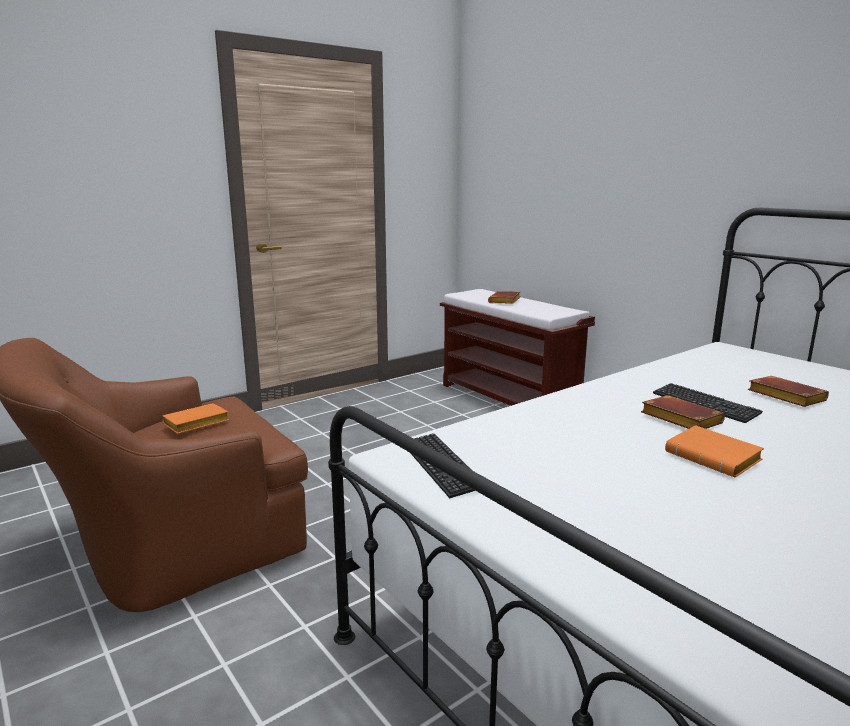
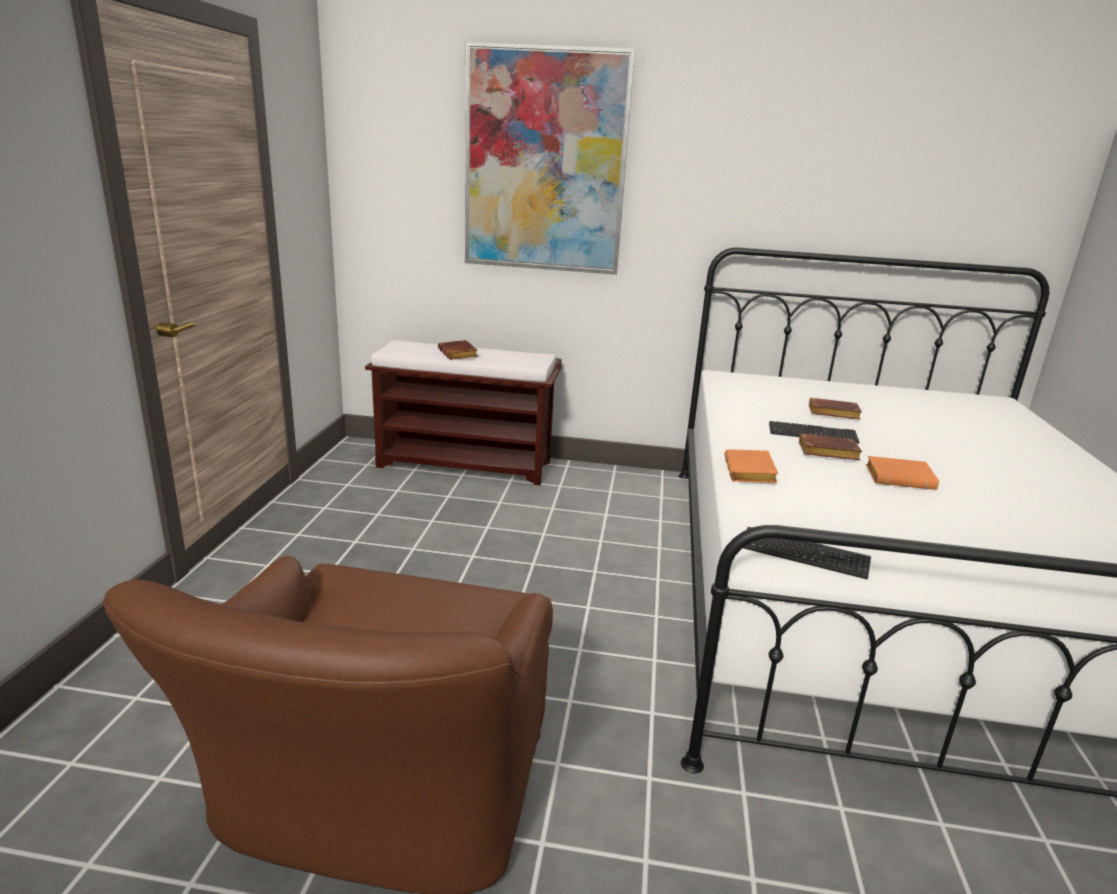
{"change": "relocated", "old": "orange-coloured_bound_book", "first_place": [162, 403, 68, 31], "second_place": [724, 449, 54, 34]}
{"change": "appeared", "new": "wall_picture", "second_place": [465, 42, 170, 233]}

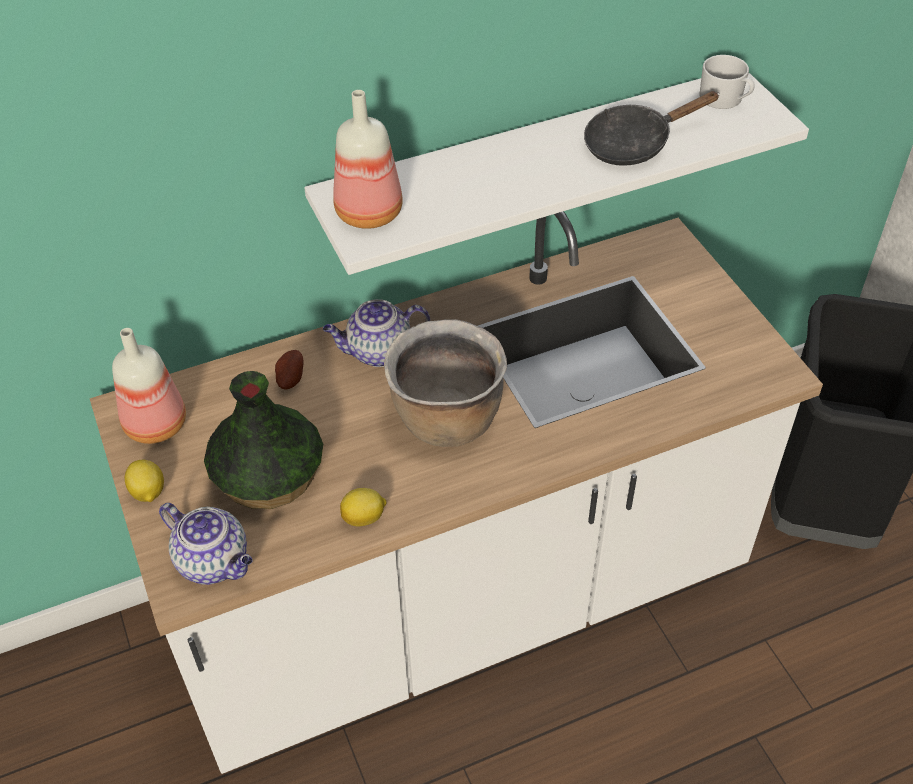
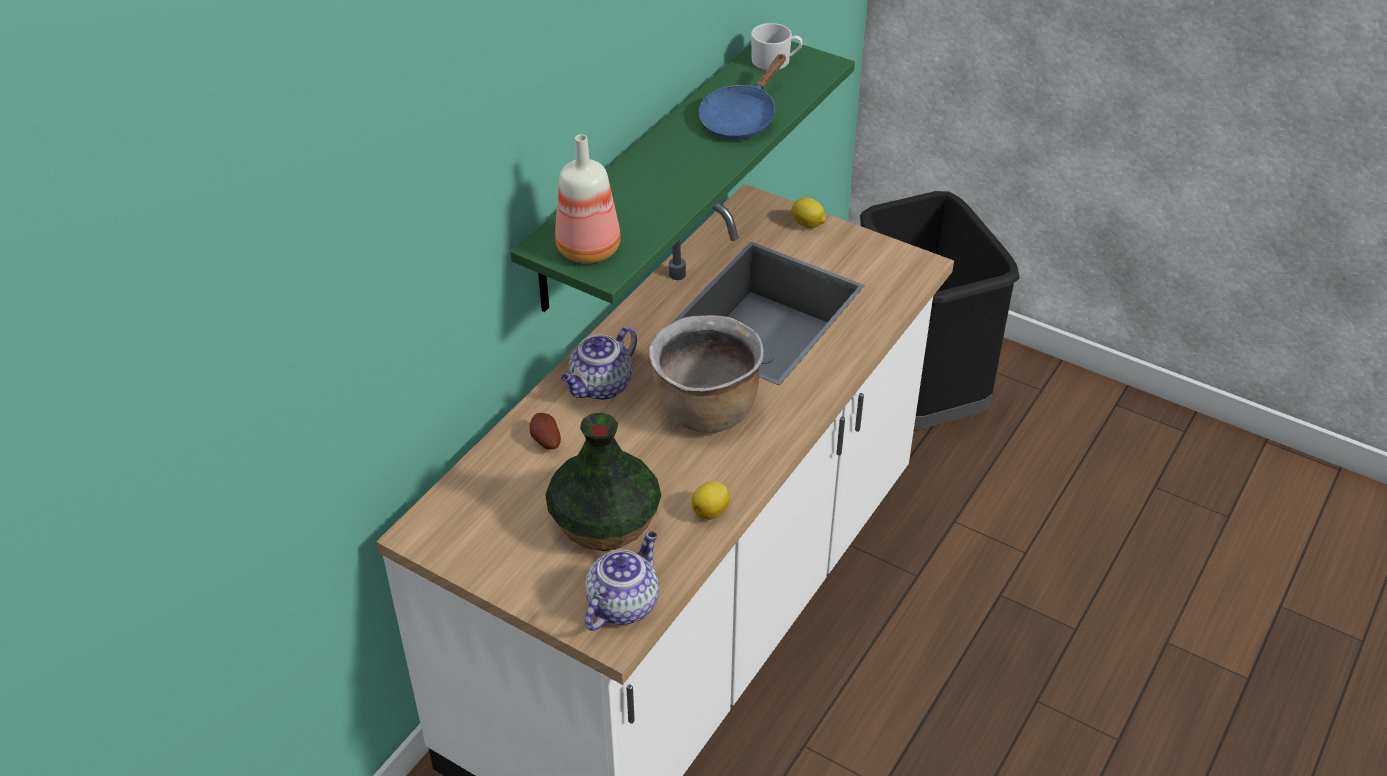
{"change": "colour", "old": "white-coloured_wall_shelf", "new": "greenish_wall_shelf", "first_place": [304, 73, 505, 202], "second_place": [511, 41, 344, 271]}
{"change": "colour", "old": "blackish_pan", "new": "blue-coloured_pan", "first_place": [584, 91, 136, 75], "second_place": [699, 54, 87, 86]}
{"change": "missing", "old": "beverage_bottle", "first_place": [112, 328, 74, 116]}
{"change": "relocated", "old": "whole_lemon", "first_place": [125, 460, 39, 42], "second_place": [791, 197, 35, 31]}
{"change": "spun", "old": "pot_for_tea", "first_place": [159, 503, 94, 82], "second_place": [585, 531, 74, 100], "degrees": -60}

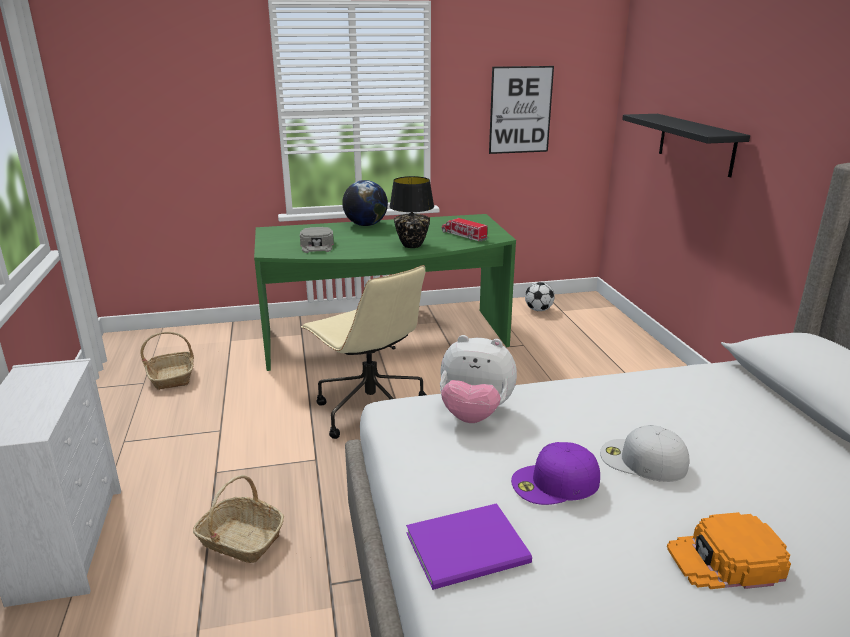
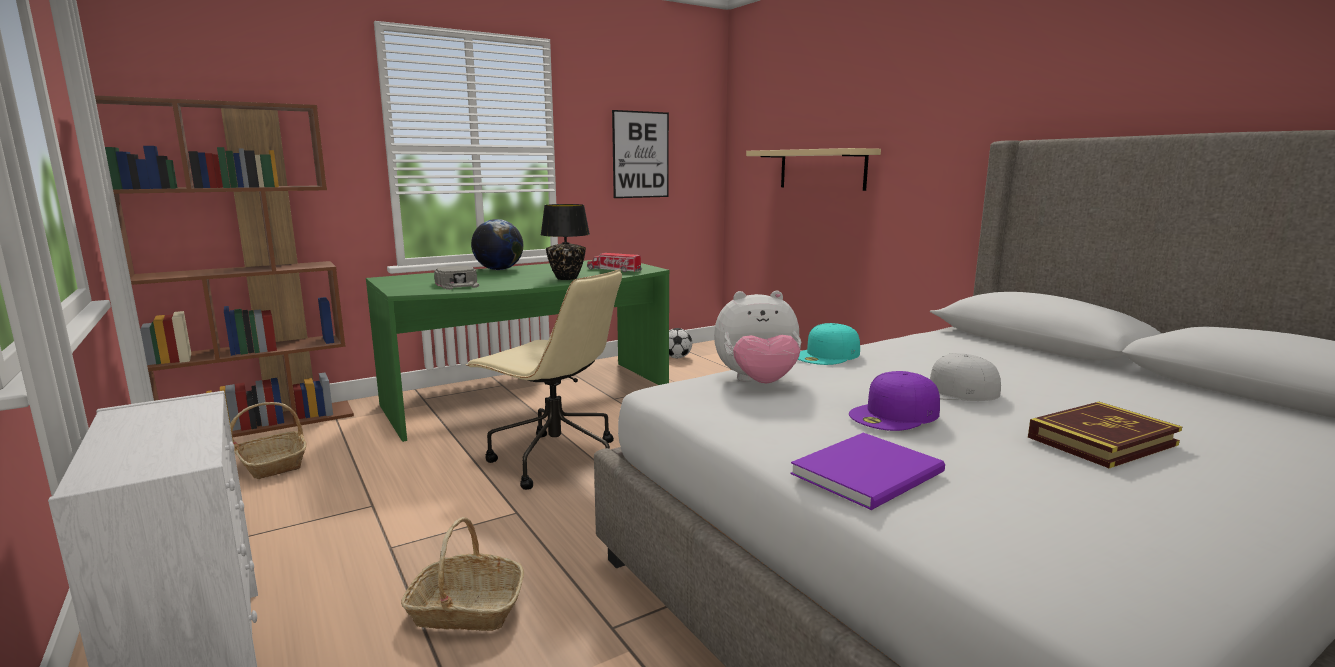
{"change": "colour", "old": "blackish_wall_shelf", "new": "beige_wall_shelf", "first_place": [622, 114, 128, 63], "second_place": [746, 148, 135, 43]}
{"change": "exchanged", "old": "orange-coloured_peaked_cap", "new": "bound_book", "first_place": [667, 512, 124, 77], "second_place": [1028, 402, 154, 66]}
{"change": "appeared", "new": "brownish_bookshelf", "second_place": [95, 95, 259, 342]}
{"change": "appeared", "new": "turquoise-coloured_peaked_cap", "second_place": [798, 323, 62, 42]}

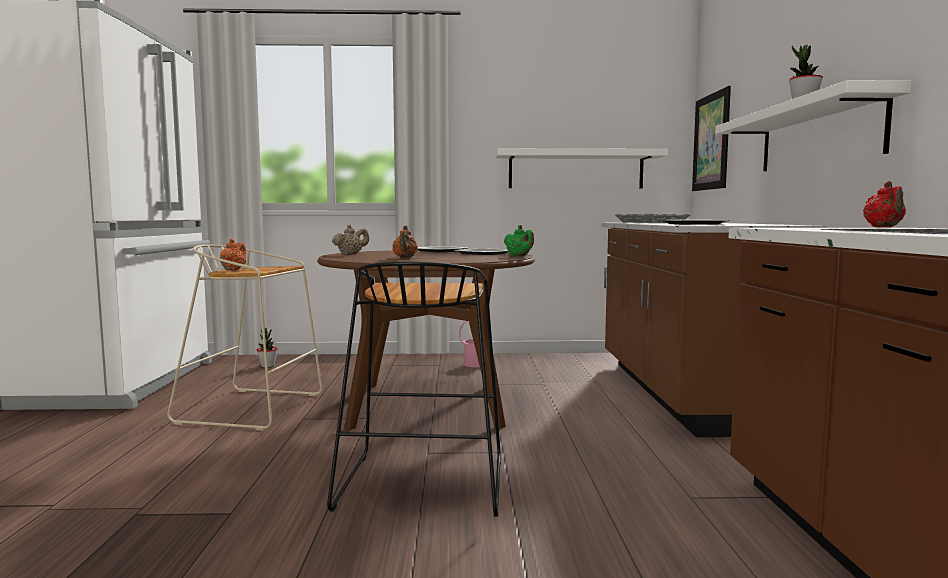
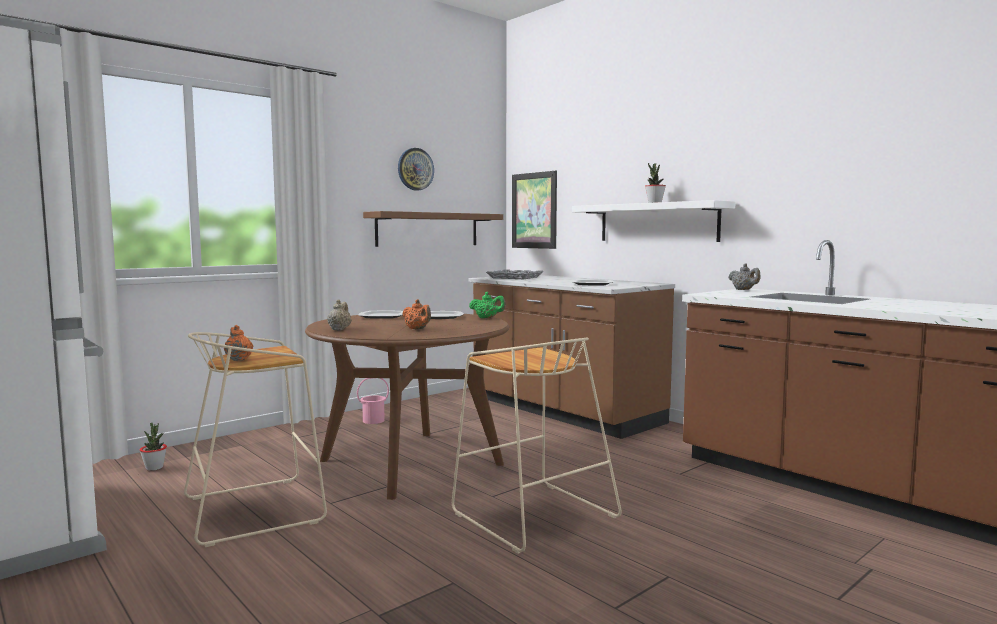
{"change": "colour", "old": "white-coloured_wall_shelf", "new": "brownish_wall_shelf", "first_place": [496, 148, 172, 40], "second_place": [363, 211, 140, 36]}
{"change": "colour", "old": "reddish_pot_for_tea", "new": "grey_pot_for_tea", "first_place": [863, 181, 43, 46], "second_place": [728, 264, 32, 26]}
{"change": "colour", "old": "blackish_stool_seat", "new": "beige_stool_seat", "first_place": [327, 262, 174, 255], "second_place": [452, 338, 170, 216]}
{"change": "appeared", "new": "wall_clock", "second_place": [398, 148, 36, 43]}

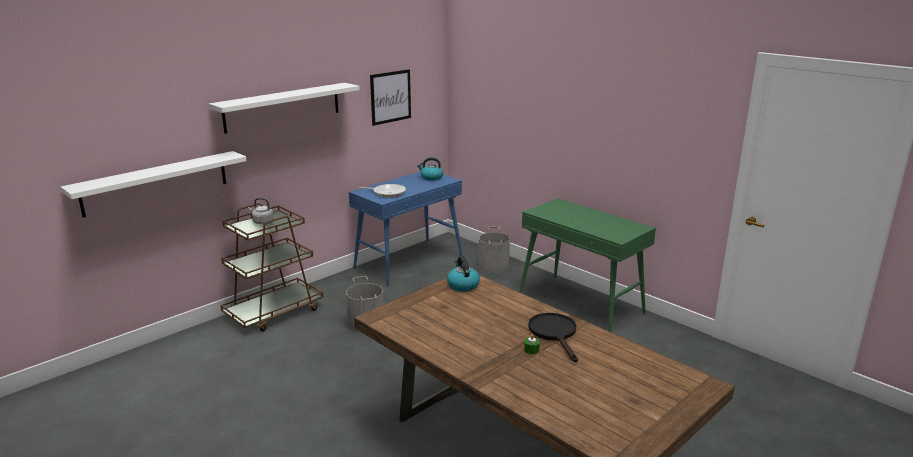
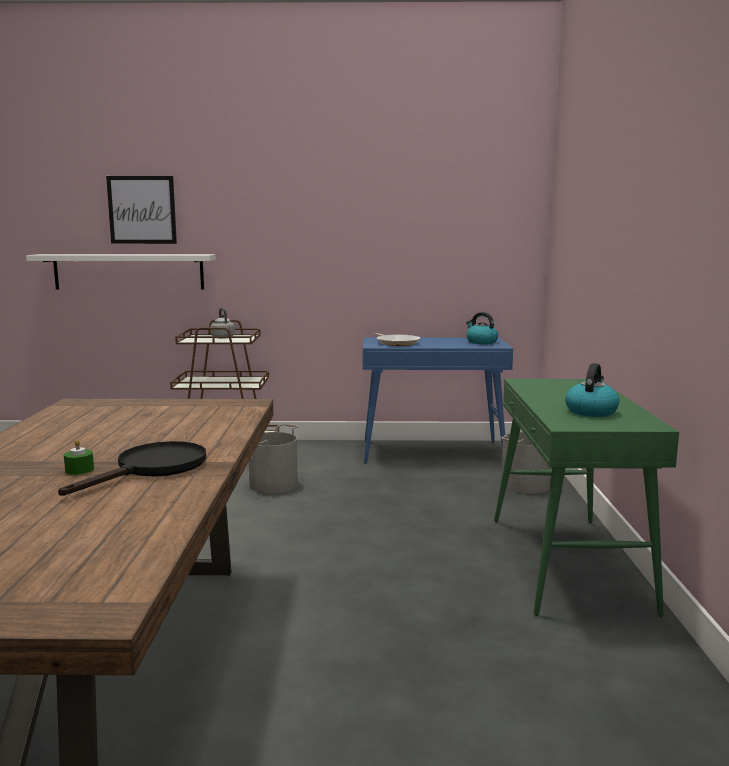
{"change": "relocated", "old": "wall_picture", "first_place": [370, 69, 41, 57], "second_place": [106, 176, 71, 68]}
{"change": "missing", "old": "white-coloured_wall_shelf", "first_place": [209, 83, 151, 51]}
{"change": "relocated", "old": "tea_kettle", "first_place": [447, 256, 33, 36], "second_place": [565, 363, 54, 54]}

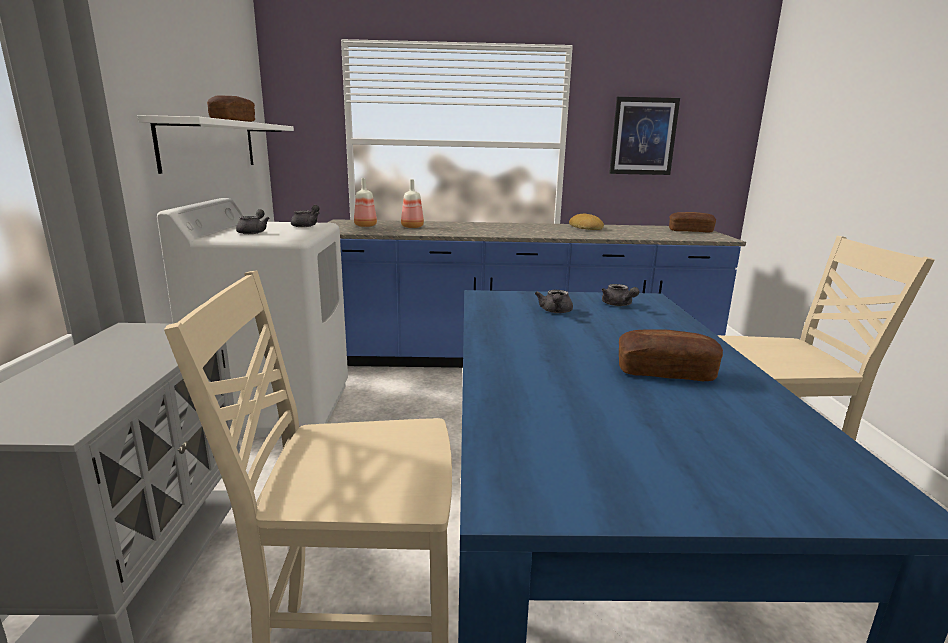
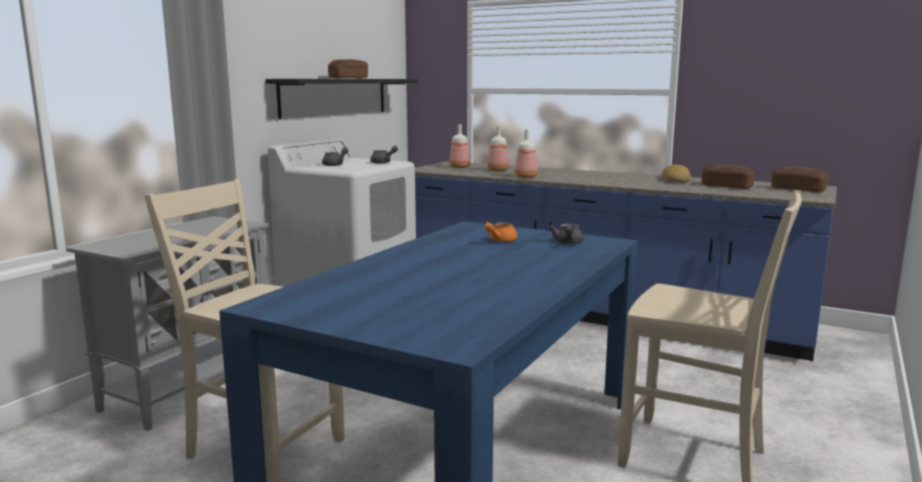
{"change": "missing", "old": "wall_picture", "first_place": [609, 97, 71, 78]}
{"change": "colour", "old": "white-coloured_wall_shelf", "new": "blackish_wall_shelf", "first_place": [138, 115, 156, 59], "second_place": [265, 79, 153, 40]}
{"change": "colour", "old": "grey_pot_for_tea", "new": "orange-coloured_pot_for_tea", "first_place": [535, 290, 38, 23], "second_place": [485, 222, 33, 20]}
{"change": "relocated", "old": "bread", "first_place": [619, 329, 104, 52], "second_place": [701, 164, 54, 25]}
{"change": "appeared", "new": "beverage_bottle", "second_place": [515, 129, 23, 49]}

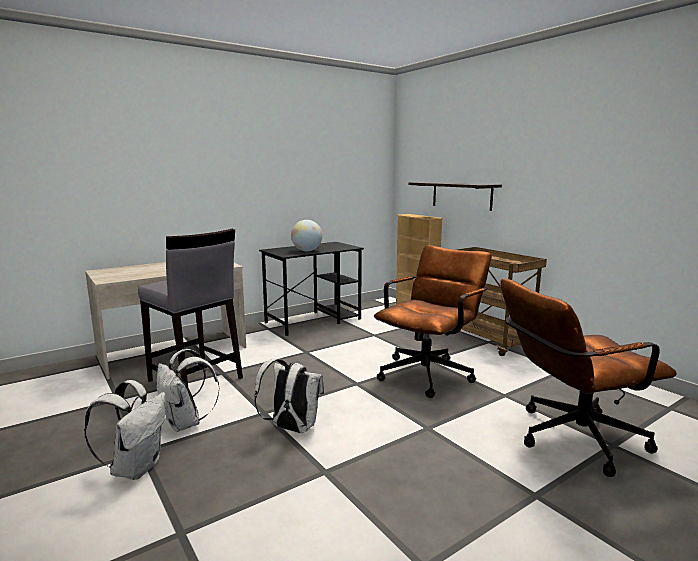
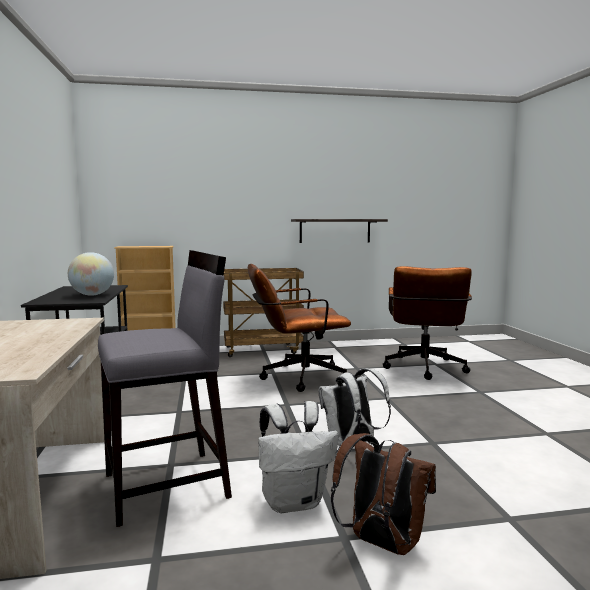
{"change": "relocated", "old": "wall_shelf", "first_place": [409, 182, 93, 29], "second_place": [291, 219, 97, 24]}
{"change": "spun", "old": "brownish_office_chair", "first_place": [374, 245, 118, 153], "second_place": [248, 264, 103, 128], "degrees": -75}
{"change": "colour", "old": "white-coloured_rucksack", "new": "brownish_rucksack", "first_place": [84, 380, 82, 100], "second_place": [331, 433, 105, 122]}

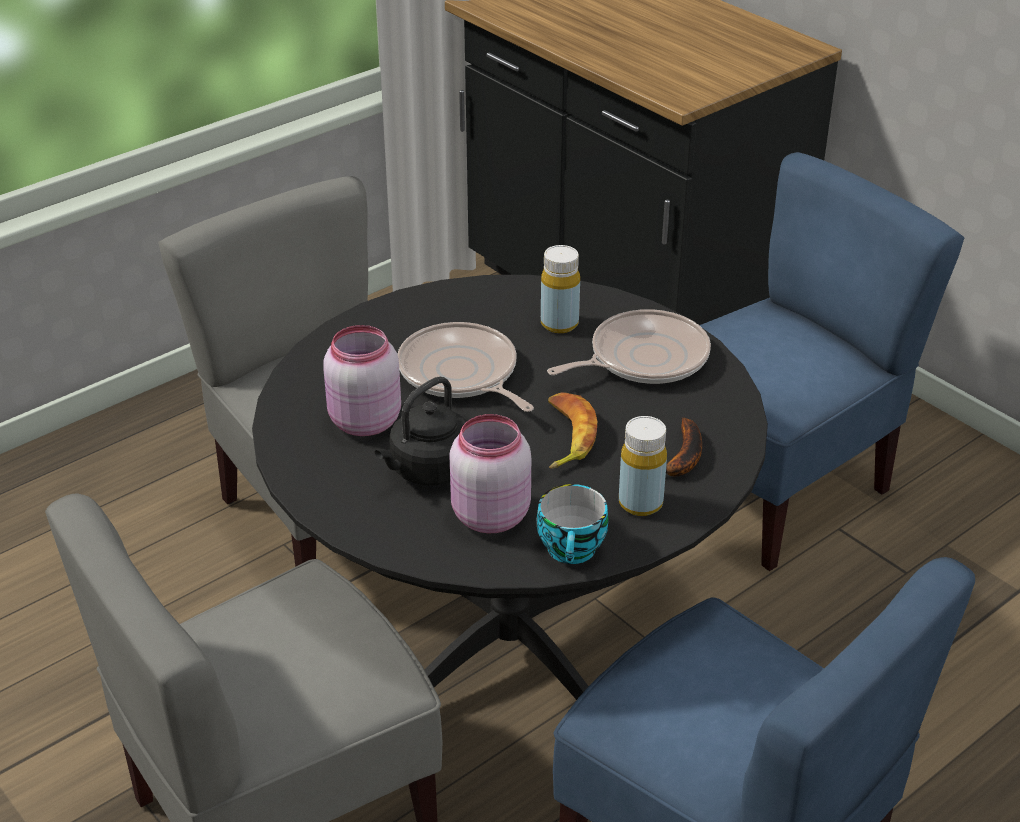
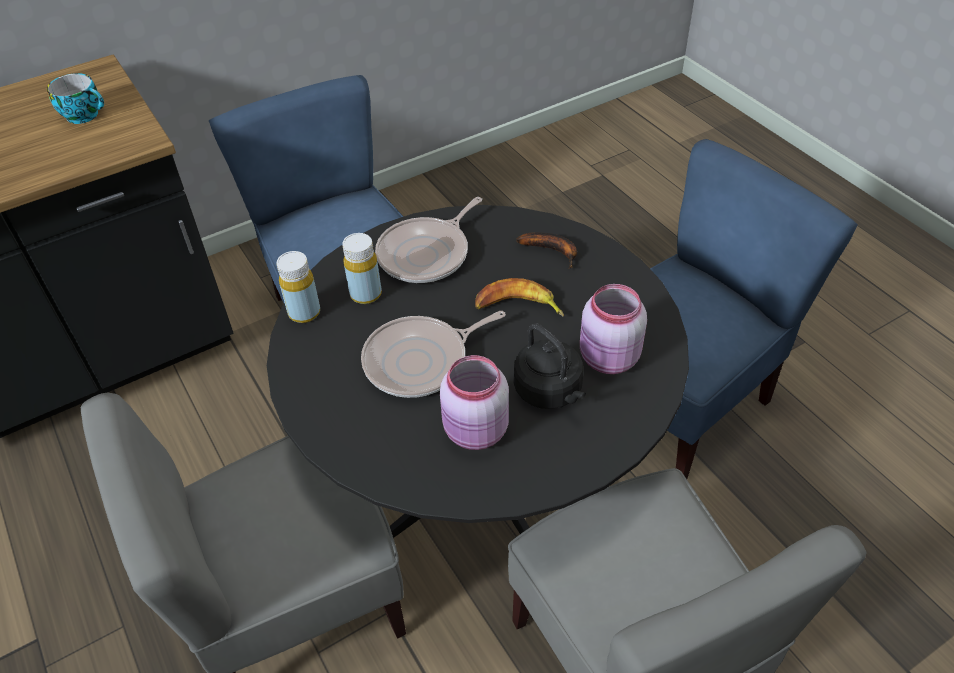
{"change": "spun", "old": "pan", "first_place": [547, 309, 164, 75], "second_place": [375, 197, 107, 86], "degrees": -120}
{"change": "relocated", "old": "yellow-coloured_beverage_bottle", "first_place": [619, 416, 48, 100], "second_place": [276, 251, 44, 72]}
{"change": "relocated", "old": "drinking_cup", "first_place": [537, 484, 71, 80], "second_place": [47, 73, 57, 51]}

